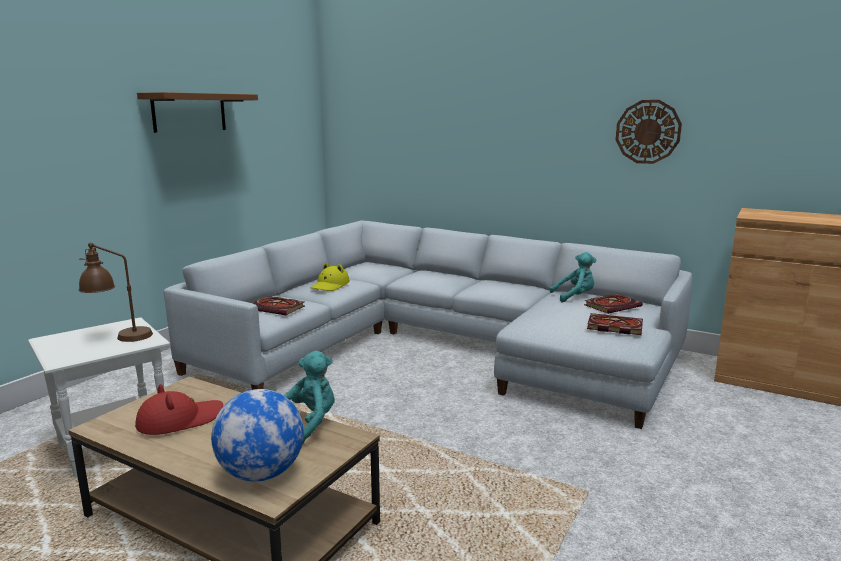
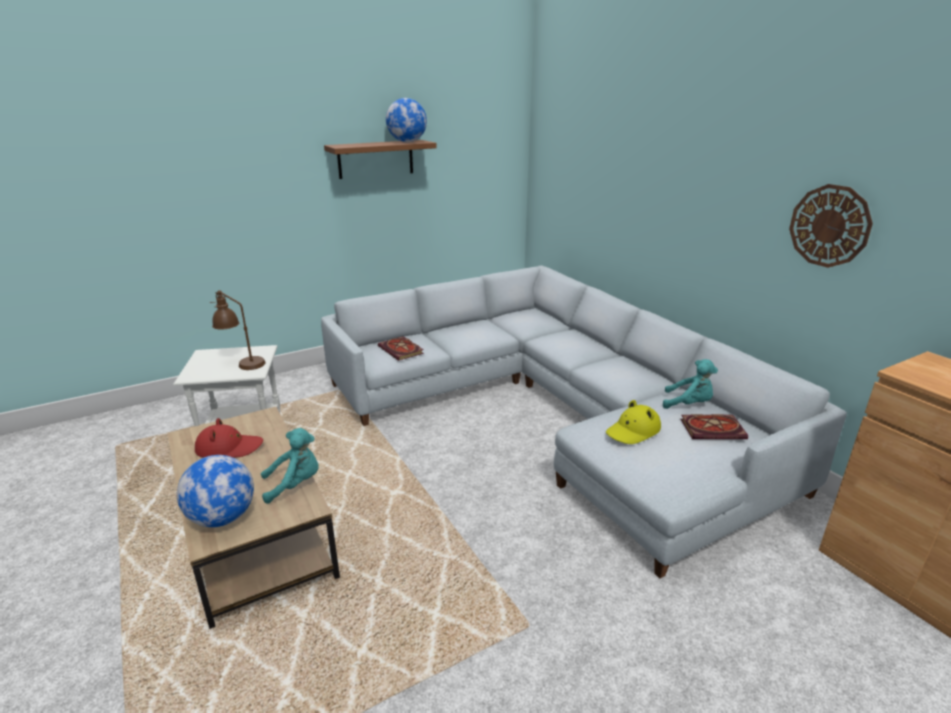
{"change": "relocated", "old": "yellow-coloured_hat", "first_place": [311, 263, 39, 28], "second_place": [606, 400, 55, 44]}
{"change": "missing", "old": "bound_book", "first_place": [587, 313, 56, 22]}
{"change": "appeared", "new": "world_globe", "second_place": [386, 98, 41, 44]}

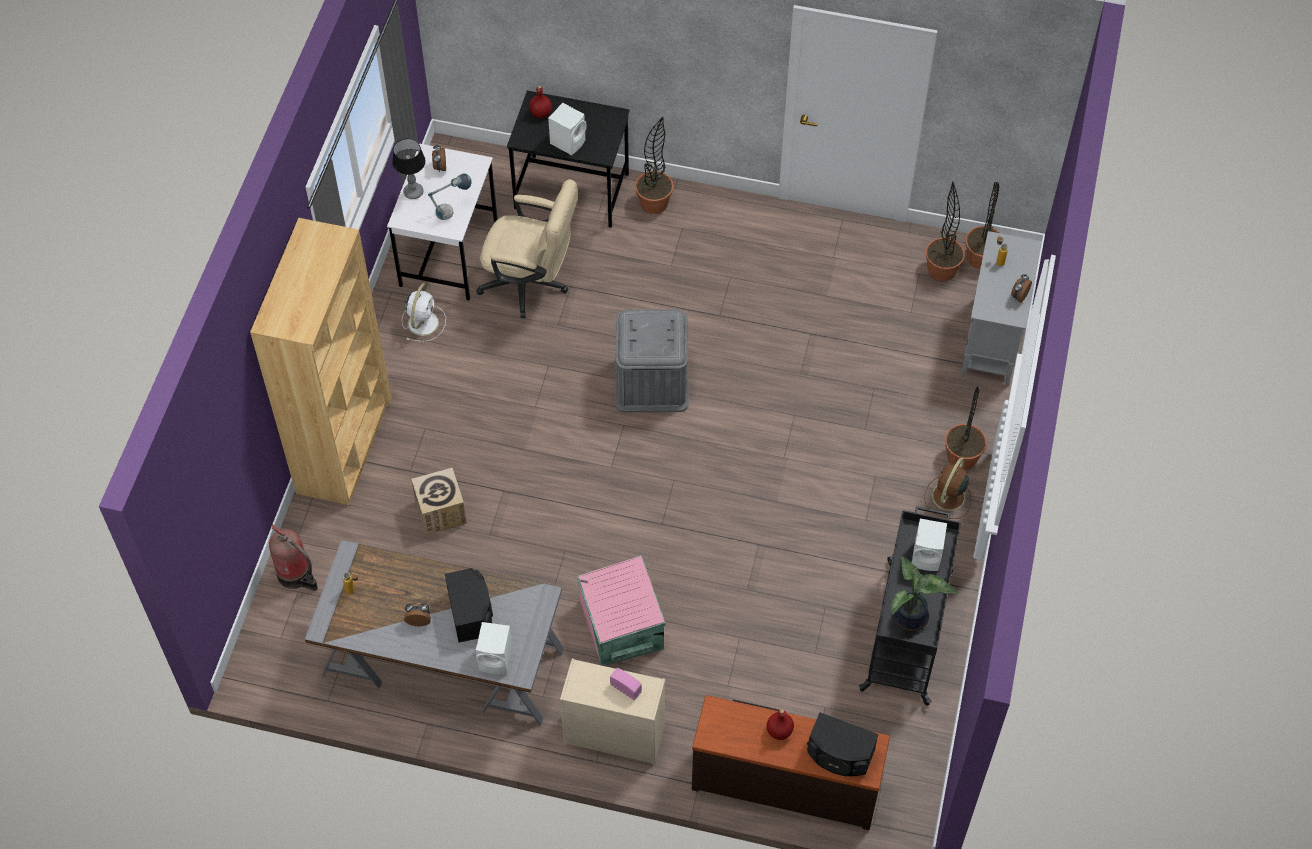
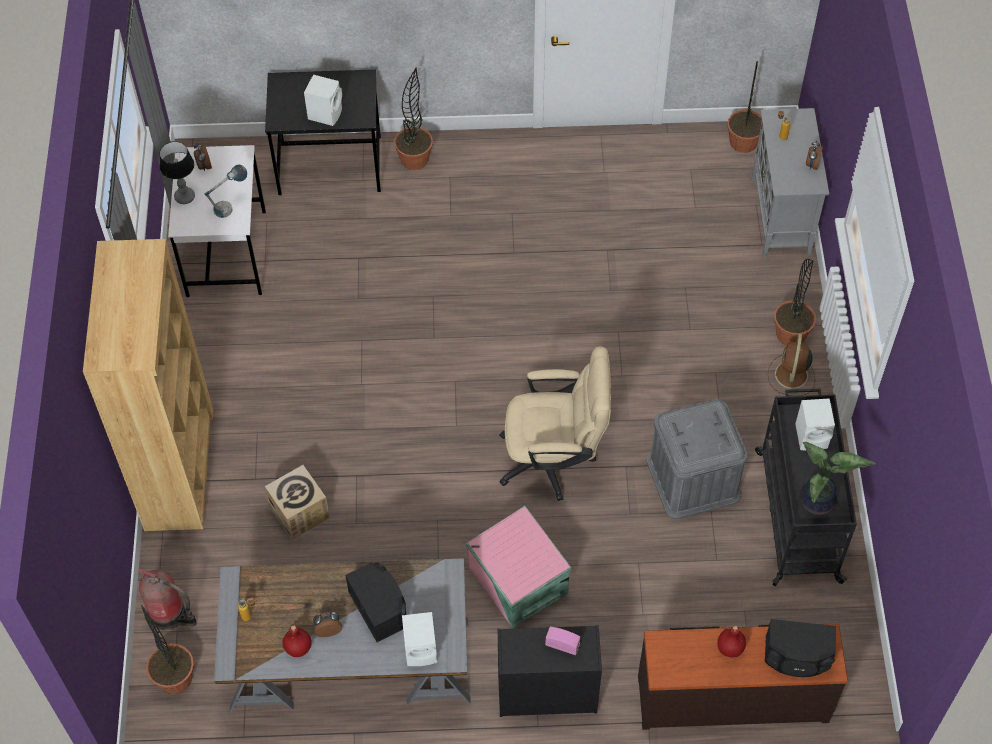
{"change": "relocated", "old": "reddish_beverage_bottle", "first_place": [529, 85, 23, 33], "second_place": [282, 625, 30, 32]}
{"change": "relocated", "old": "beige_office_chair", "first_place": [476, 179, 102, 139], "second_place": [499, 346, 112, 155]}
{"change": "relocated", "old": "houseplant", "first_place": [926, 181, 39, 100], "second_place": [141, 605, 52, 89]}
{"change": "missing", "old": "white-coloured_fan", "first_place": [402, 283, 44, 59]}
{"change": "relocated", "old": "grey_storage_bin", "first_place": [615, 310, 74, 102], "second_place": [646, 399, 102, 120]}
{"change": "colour", "old": "beige_chest_of_drawers", "new": "blackish_chest_of_drawers", "first_place": [560, 659, 105, 105], "second_place": [498, 625, 104, 92]}

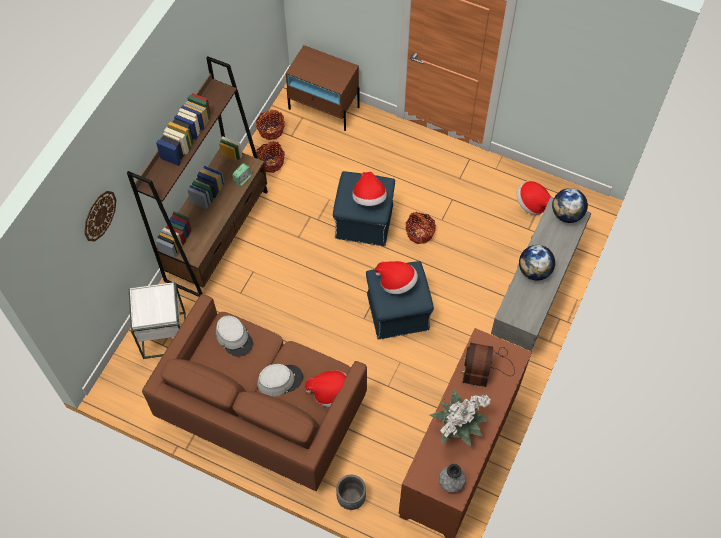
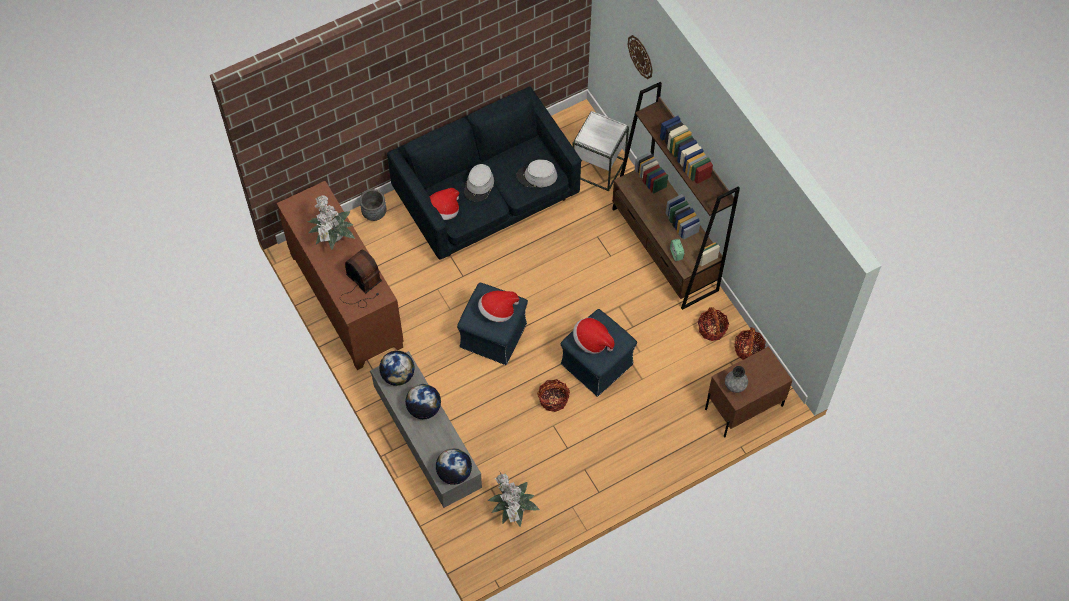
{"change": "exchanged", "old": "hat", "new": "houseplant", "first_place": [517, 181, 34, 34], "second_place": [487, 472, 53, 55]}
{"change": "colour", "old": "brownish_sofa", "new": "blue-coloured_sofa", "first_place": [142, 294, 225, 197], "second_place": [387, 86, 194, 174]}
{"change": "relocated", "old": "grey_decorative_vase", "first_place": [439, 464, 27, 29], "second_place": [725, 366, 23, 27]}
{"change": "appeared", "new": "world_globe", "second_place": [379, 351, 36, 35]}

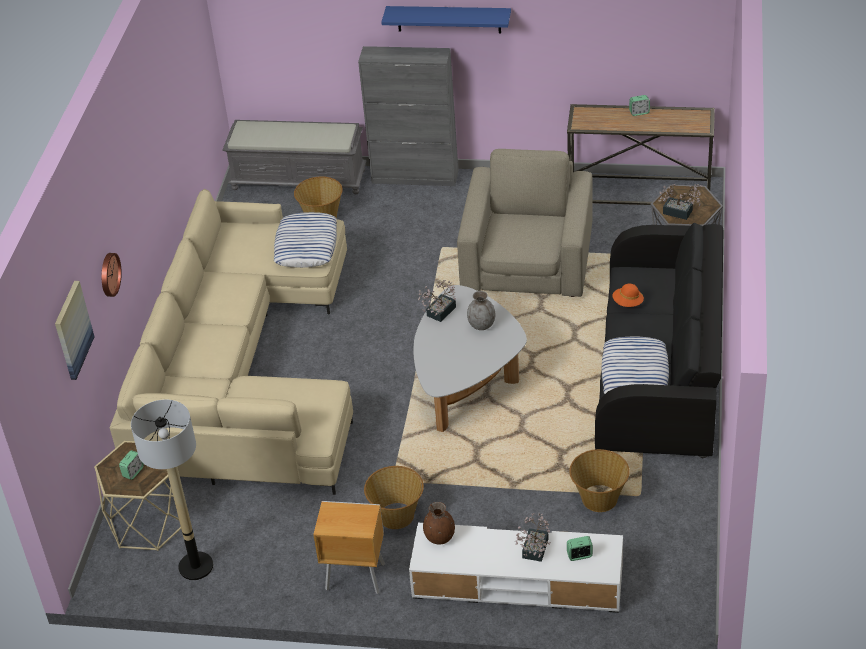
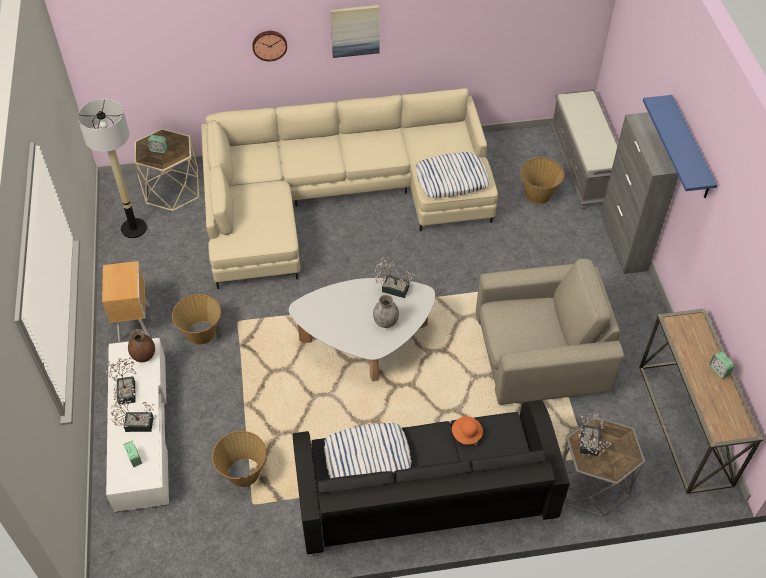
{"change": "relocated", "old": "wall_picture", "first_place": [55, 281, 40, 99], "second_place": [330, 5, 49, 53]}
{"change": "appeared", "new": "houseplant", "second_place": [106, 357, 30, 47]}

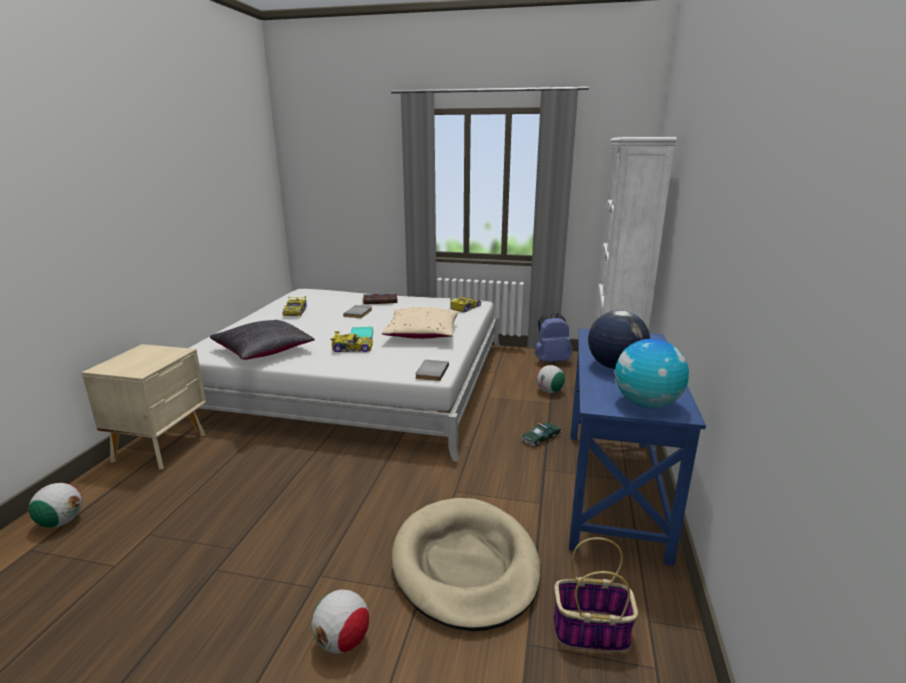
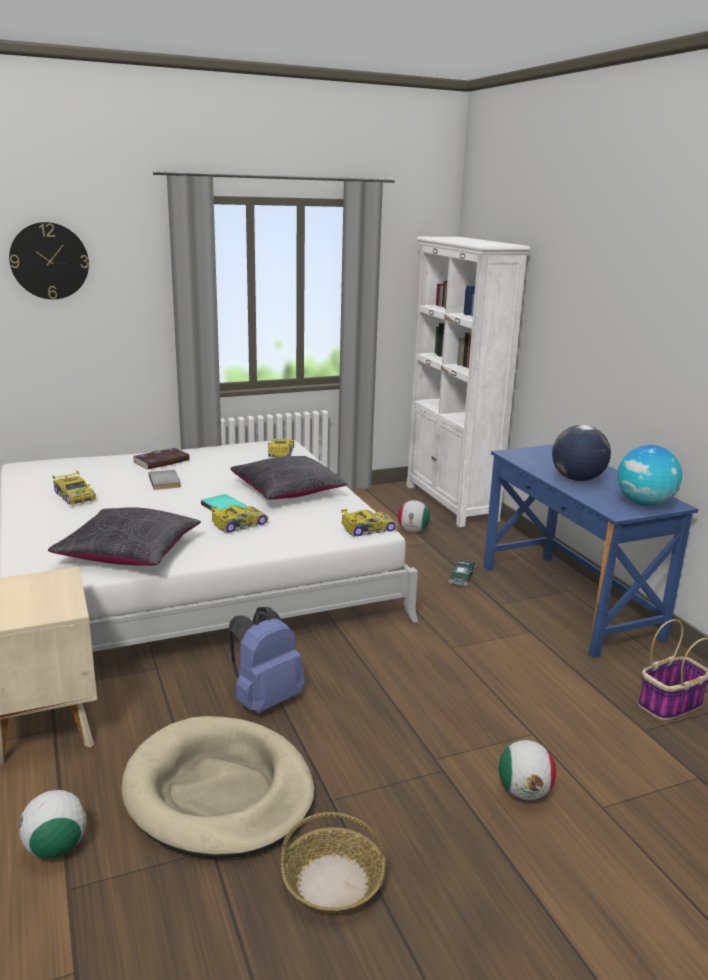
{"change": "colour", "old": "beige_cushion", "new": "blackish_cushion", "first_place": [382, 307, 76, 32], "second_place": [230, 456, 118, 44]}
{"change": "relocated", "old": "blue-coloured_rucksack", "first_place": [535, 313, 37, 49], "second_place": [228, 607, 77, 106]}
{"change": "exchanged", "old": "grey_bound_book", "new": "model_car", "first_place": [415, 360, 34, 21], "second_place": [341, 509, 56, 28]}
{"change": "relocated", "old": "beige_pet_bed", "first_place": [392, 498, 149, 133], "second_place": [121, 716, 194, 143]}
{"change": "appeared", "new": "wall_clock", "second_place": [9, 222, 80, 77]}
{"change": "appeared", "new": "household_basket", "second_place": [281, 812, 105, 104]}

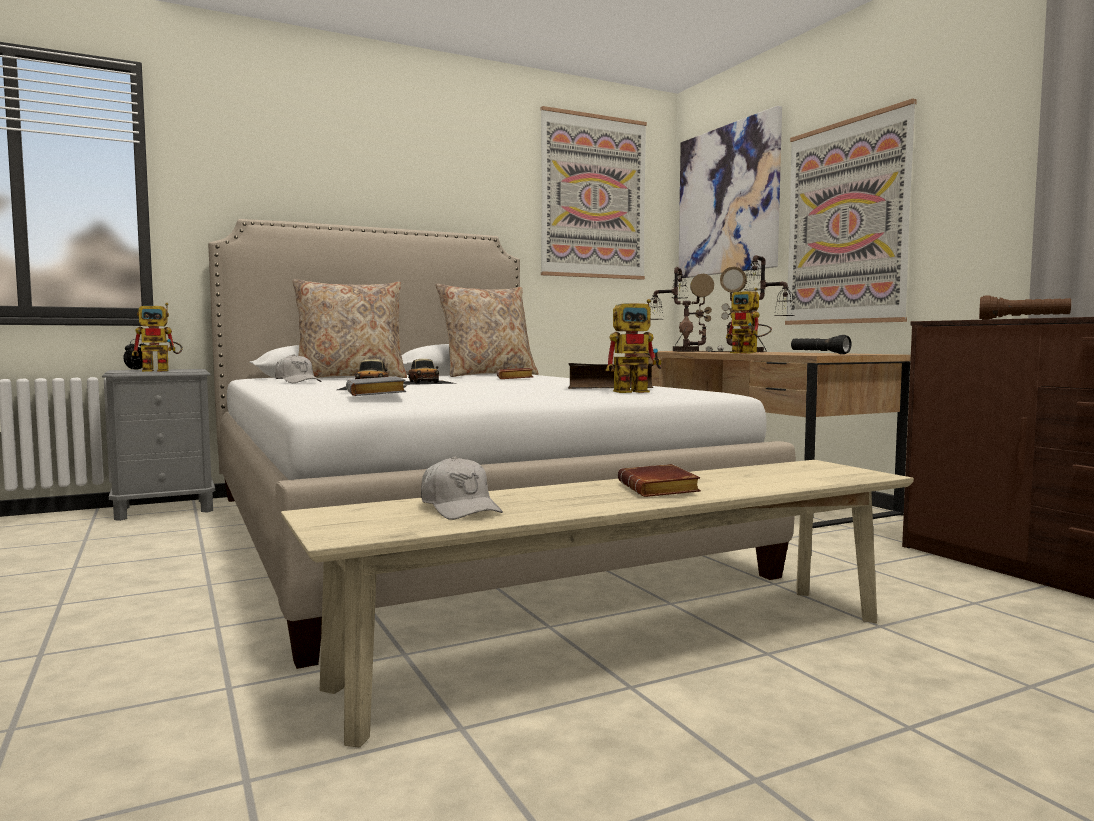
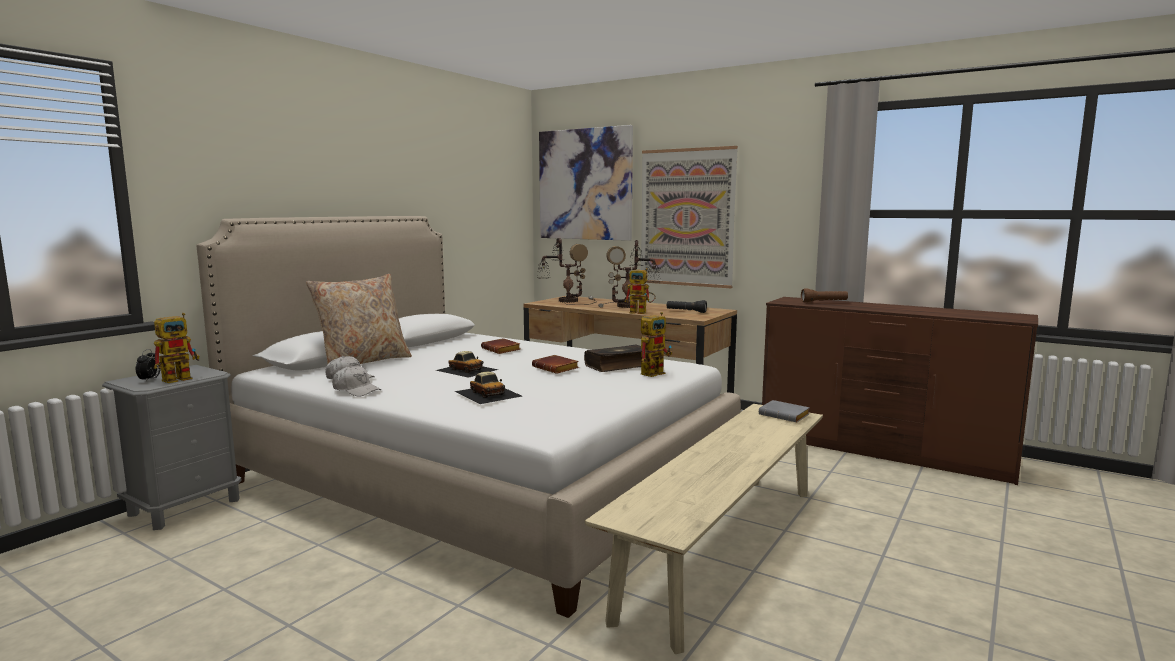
{"change": "missing", "old": "wall_picture", "first_place": [541, 106, 106, 174]}
{"change": "missing", "old": "beige_cushion", "first_place": [436, 284, 103, 93]}
{"change": "relocated", "old": "grey_bound_book", "first_place": [346, 376, 60, 20], "second_place": [759, 400, 51, 22]}
{"change": "relocated", "old": "white-coloured_peaked_cap", "first_place": [421, 456, 82, 64], "second_place": [332, 365, 49, 32]}
{"change": "relocated", "old": "brownish_bound_book", "first_place": [618, 464, 83, 33], "second_place": [532, 355, 47, 19]}

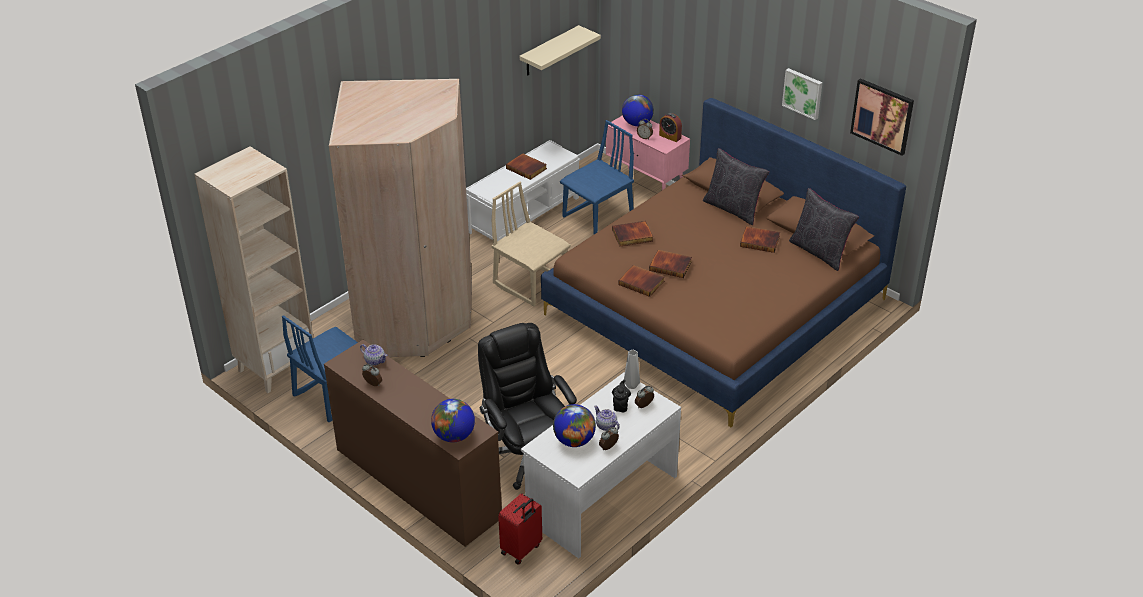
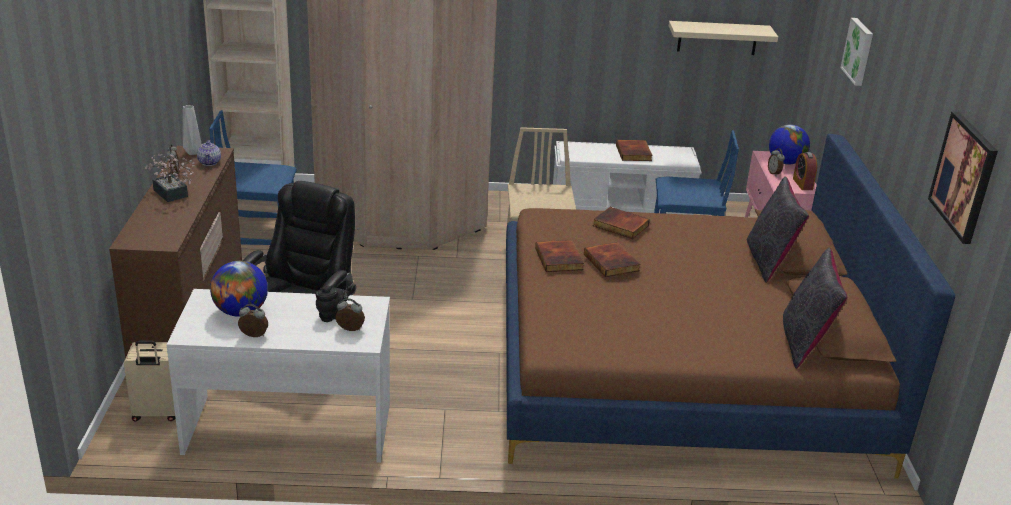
{"change": "relocated", "old": "wall_picture", "first_place": [782, 68, 41, 52], "second_place": [840, 18, 33, 68]}
{"change": "missing", "old": "bound_book", "first_place": [740, 226, 40, 27]}
{"change": "relocated", "old": "grey_decorative_vase", "first_place": [624, 349, 16, 40], "second_place": [183, 105, 19, 50]}
{"change": "missing", "old": "world_globe", "first_place": [431, 399, 44, 43]}
{"change": "missing", "old": "pot_for_tea", "first_place": [594, 405, 26, 26]}
{"change": "colour", "old": "reddish_travel_case", "new": "beige_travel_case", "first_place": [498, 493, 44, 72], "second_place": [124, 341, 52, 80]}
{"change": "appeared", "new": "houseplant", "second_place": [145, 154, 50, 48]}

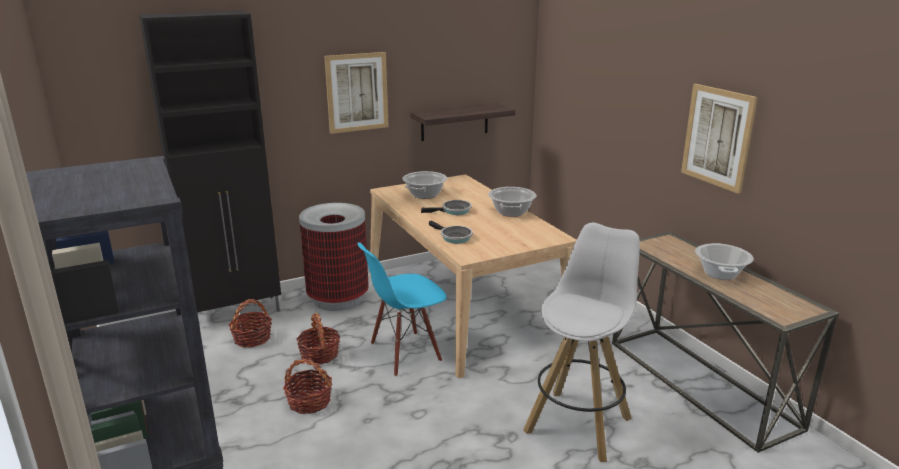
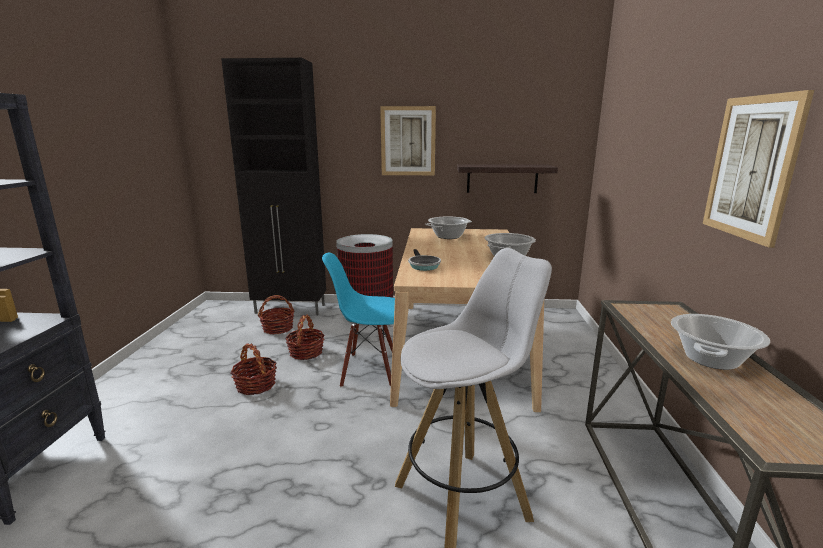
{"change": "missing", "old": "pan", "first_place": [421, 200, 51, 15]}

